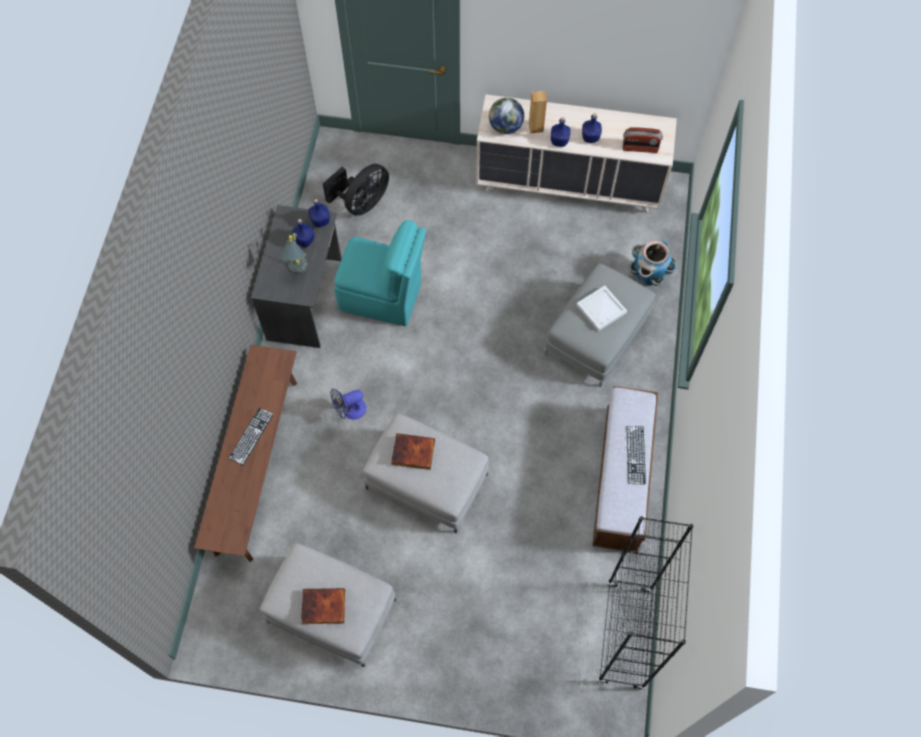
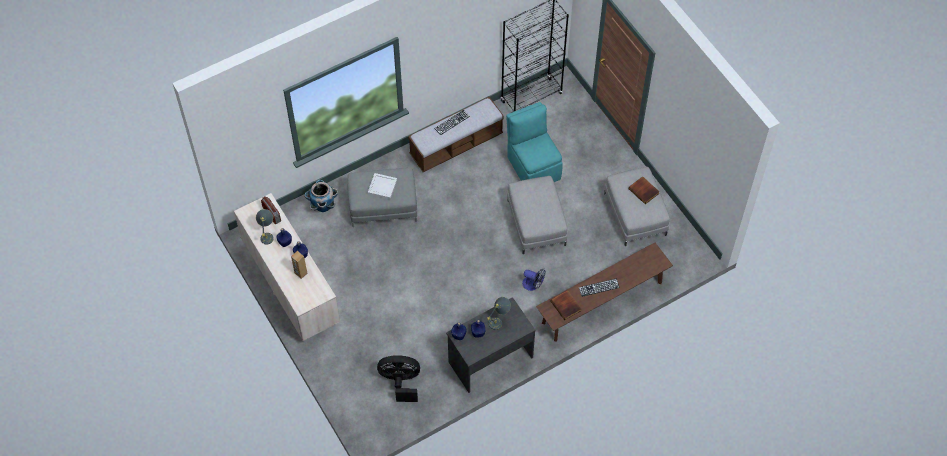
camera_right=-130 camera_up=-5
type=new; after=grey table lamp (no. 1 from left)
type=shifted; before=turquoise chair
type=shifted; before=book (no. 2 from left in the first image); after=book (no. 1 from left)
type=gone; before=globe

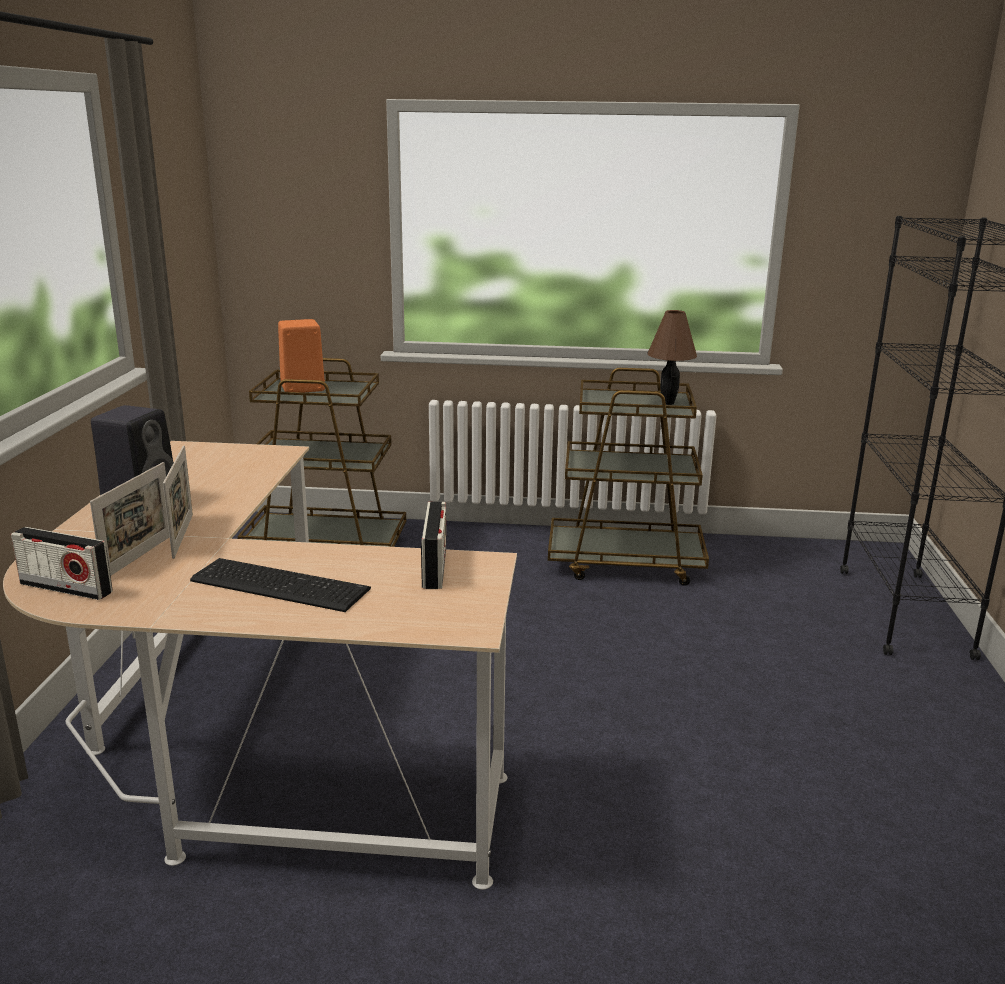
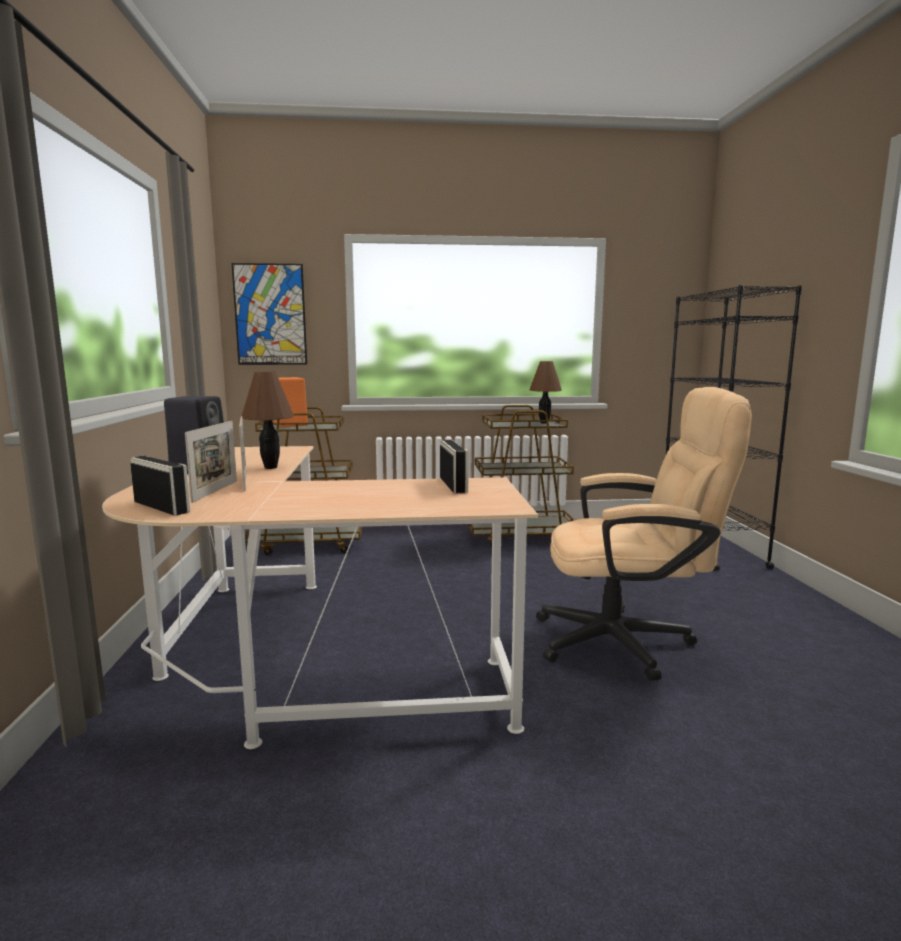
camera_right=-10 camera_up=-10
type=rotated; before=radio (no. 1 from left); turn=-150
type=new; after=picture
type=new; after=brown table lamp (no. 1 from left)
type=new; after=beige office chair
type=gone; before=keyboard

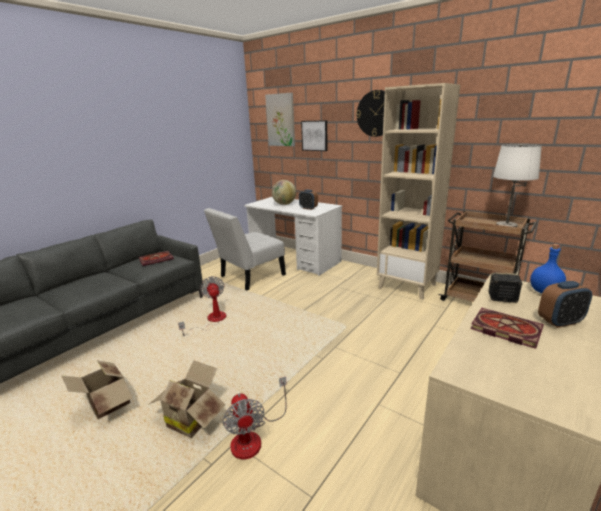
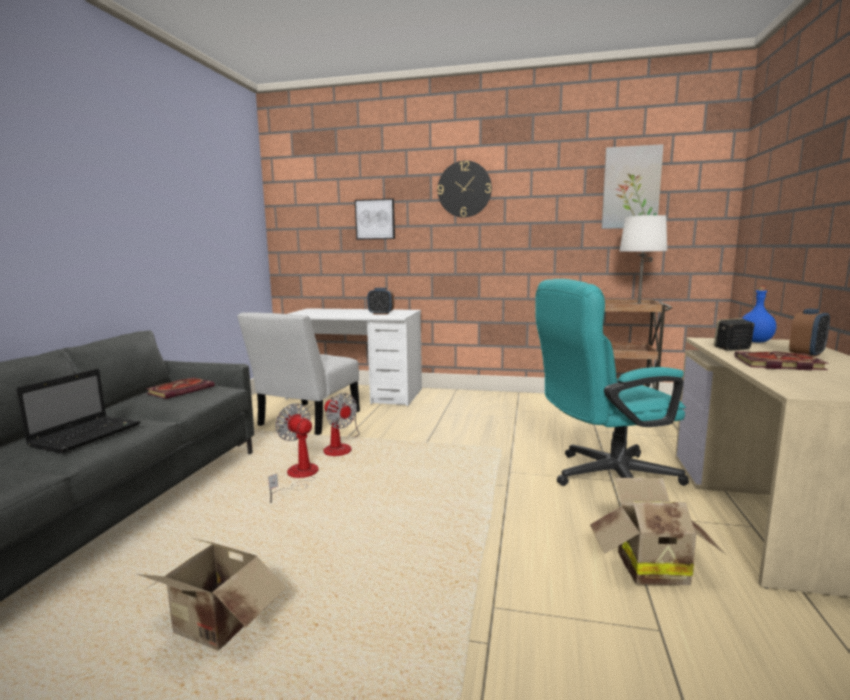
camera_right=-25 camera_up=-10
type=new; after=laptop
type=shifted; before=fan (no. 2 from left)
type=new; after=turquoise office chair
type=shifted; before=cardboard box (no. 2 from left)
type=shifted; before=picture (no. 1 from left in the first image); after=picture (no. 2 from left)
type=gone; before=globe
type=gone; before=beige bookcase

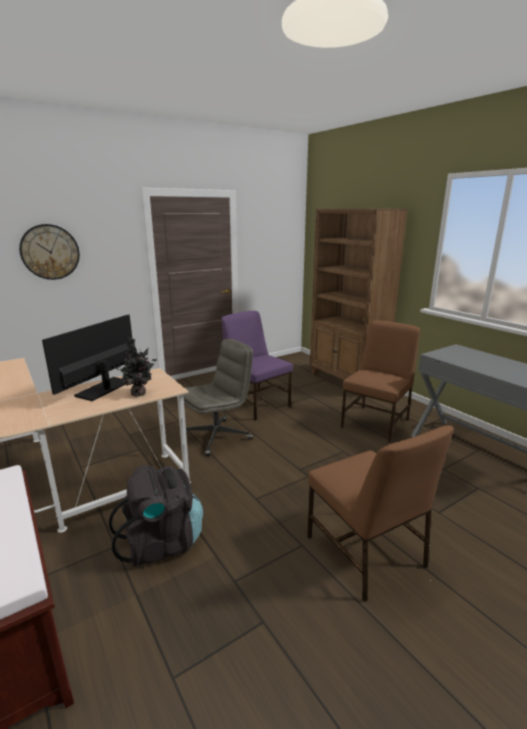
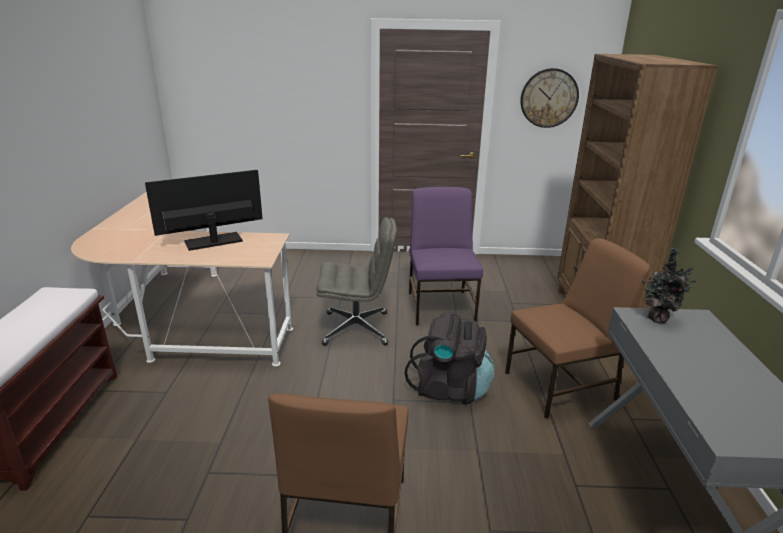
camera_right=35 camera_up=5
type=shifted; before=black backpack
type=shifted; before=wall clock
type=shifted; before=potted plant

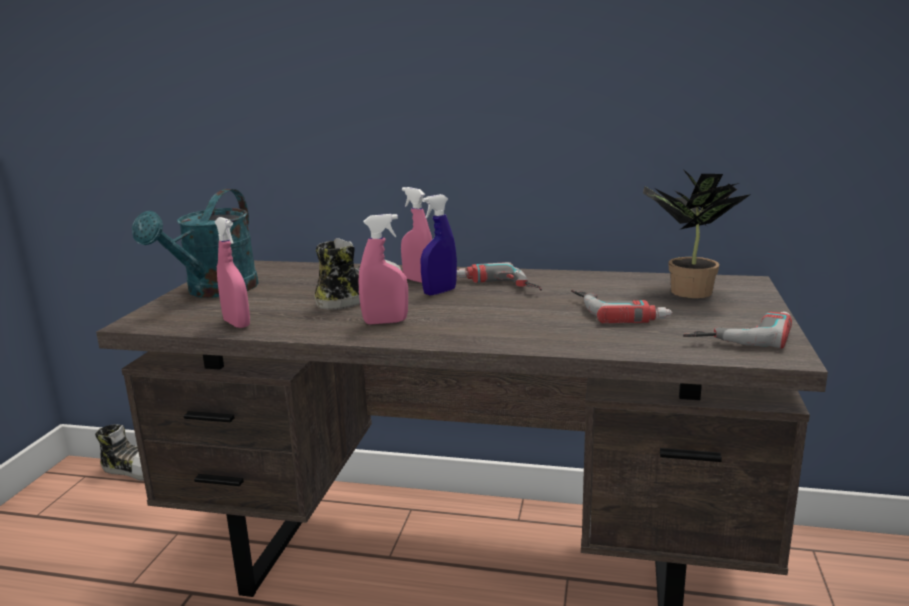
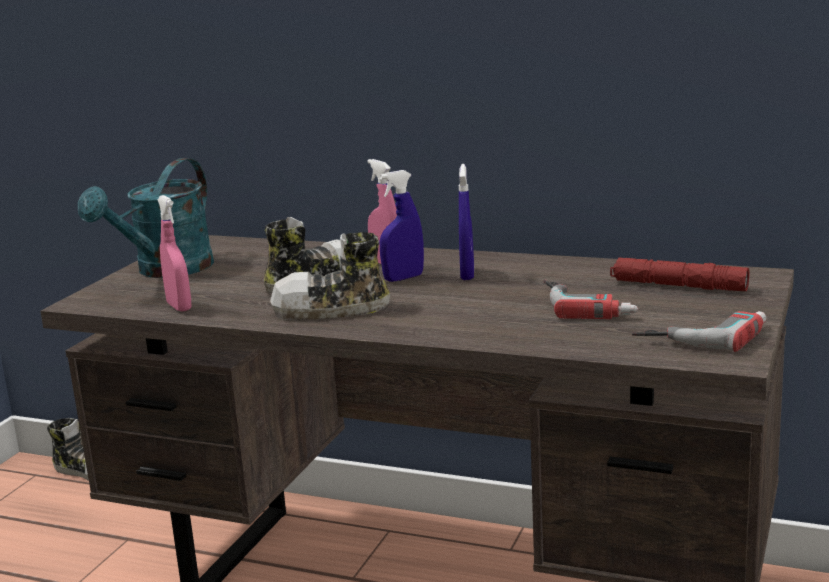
camera_right=10 camera_up=0
type=swapped; before=pink spray bottle (no. 2 from left); after=shoe (no. 3 from left)
type=swapped; before=power drill (no. 1 from left); after=blue spray bottle (no. 2 from left)
type=swapped; before=potted plant; after=red flashlight

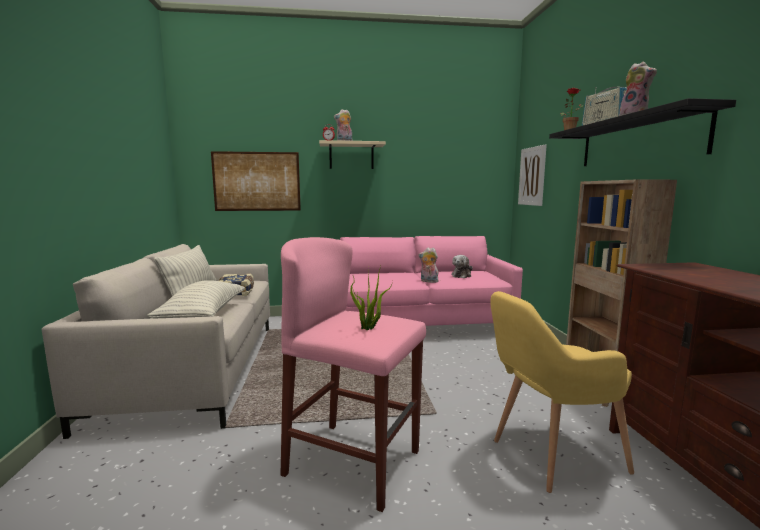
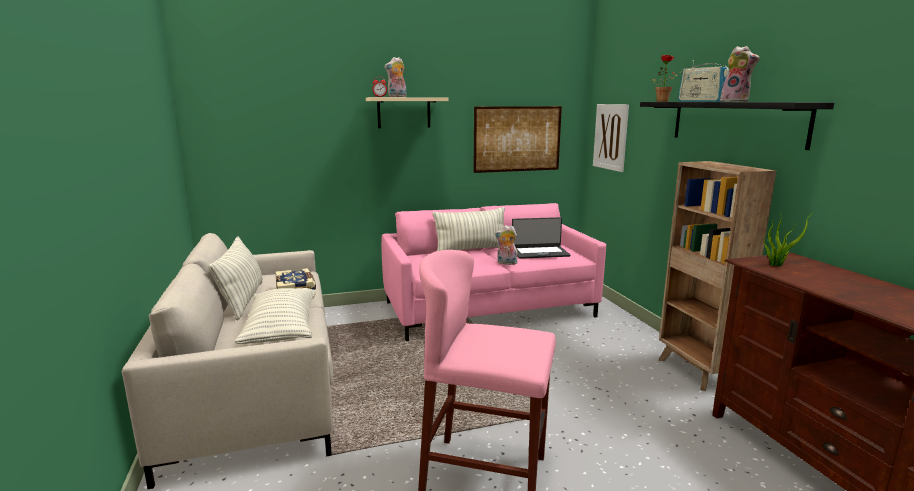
camera_right=-10 camera_up=5
type=new; after=pillow (no. 3 from left)
type=shifted; before=picture (no. 1 from left)
type=swapped; before=plush toy (no. 3 from left); after=laptop
type=shifted; before=potted plant (no. 1 from left in the first image); after=potted plant (no. 2 from left)
type=gone; before=yellow armchair

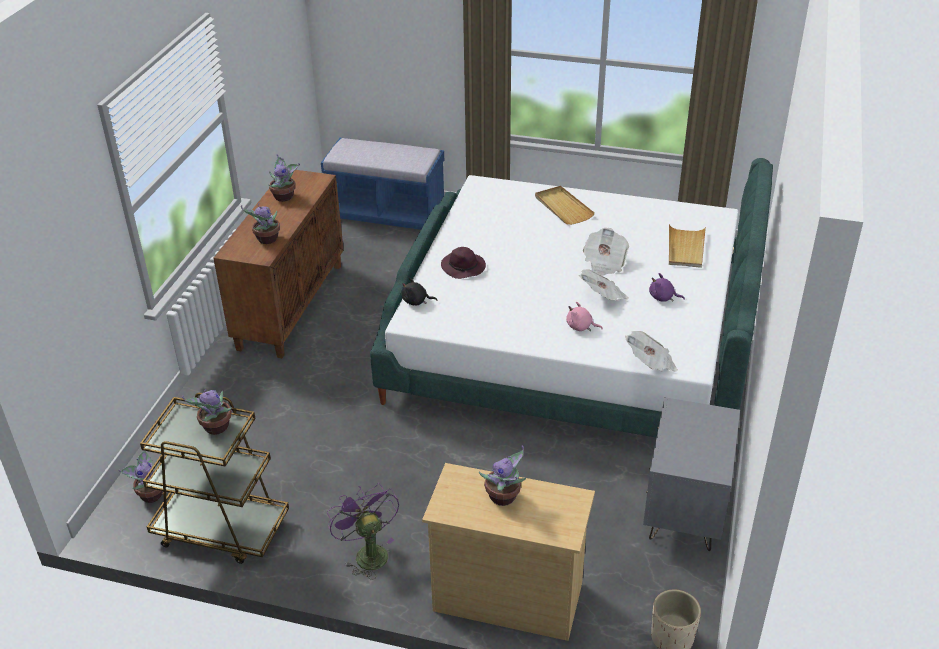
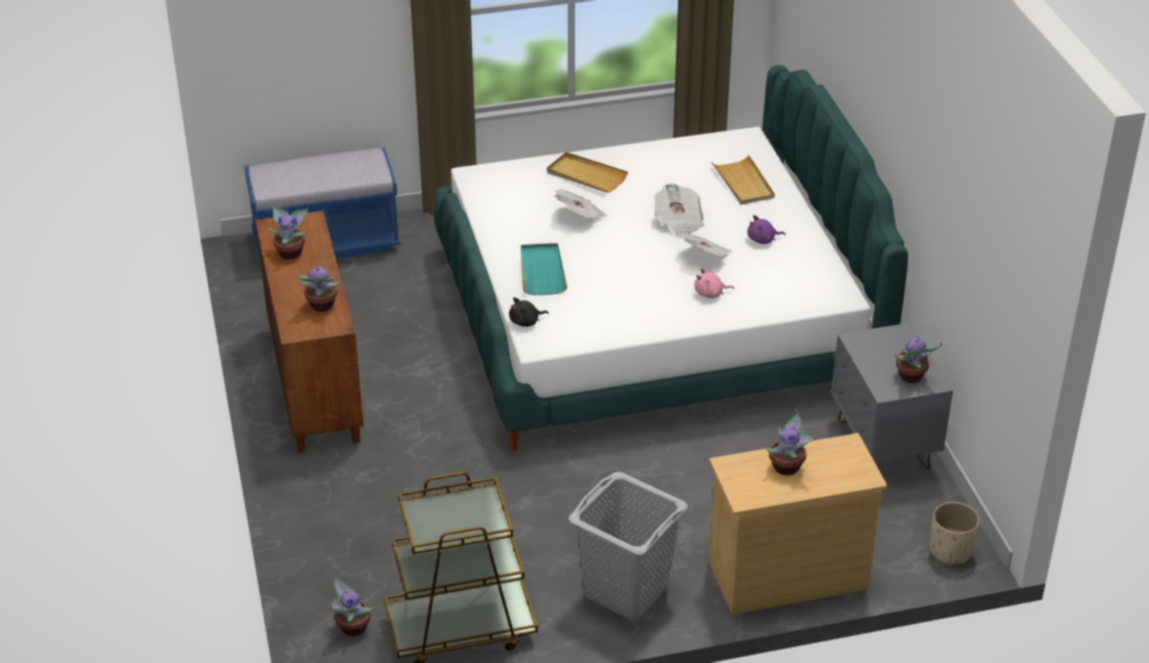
camera_right=-30 camera_up=0
type=swapped; before=purple hat; after=turquoise tray
type=shifted; before=newspaper (no. 3 from left in the first image); after=newspaper (no. 1 from left)
type=swapped; before=purple fan; after=grey laundry basket
type=shifted; before=potted plant (no. 2 from left in the first image); after=potted plant (no. 5 from left)

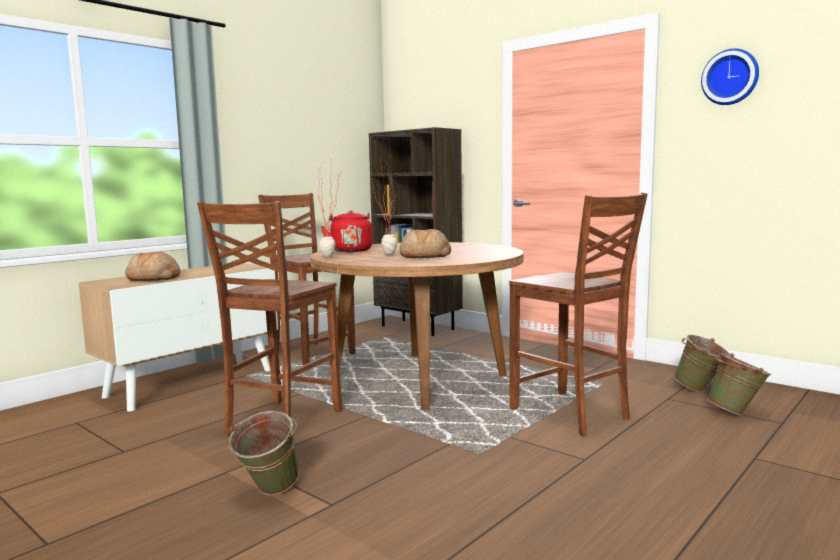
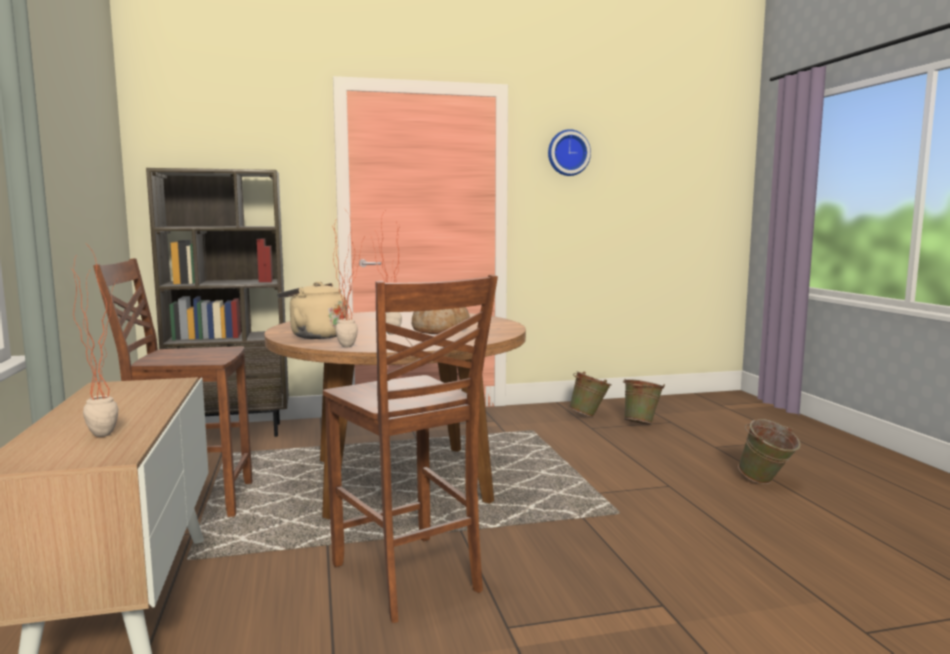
camera_right=-55 camera_up=0
type=swapped; before=bread (no. 1 from left); after=potted plant (no. 1 from left)
type=repainted; before=red kettle; after=beige kettle
type=shifted; before=green bucket (no. 1 from left in the first image); after=green bucket (no. 3 from left)
type=gone; before=brown chair (no. 3 from left)

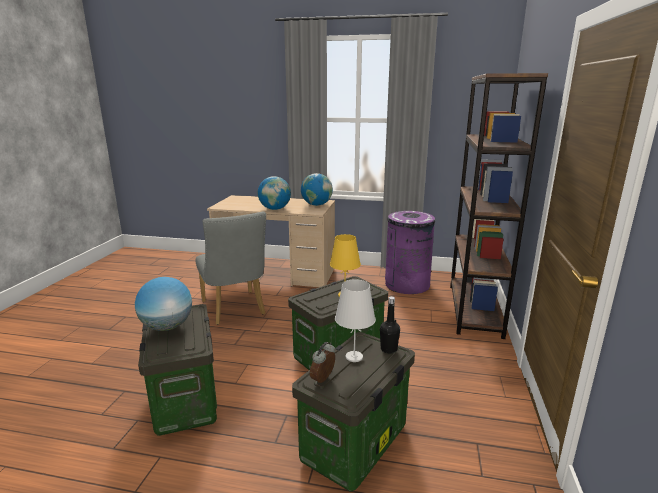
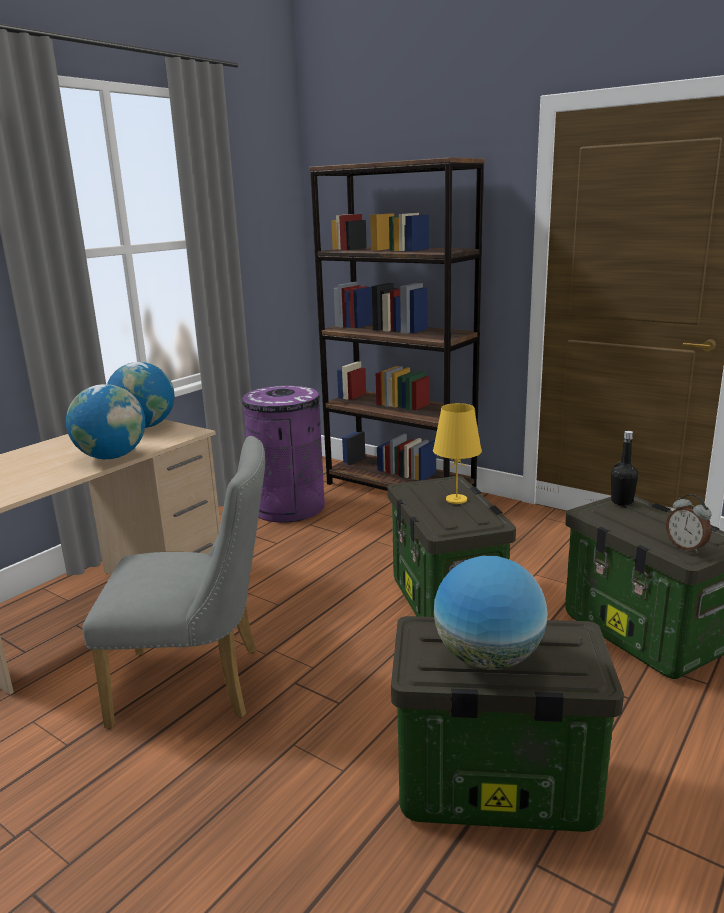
camera_right=-65 camera_up=0
type=gone; before=white table lamp

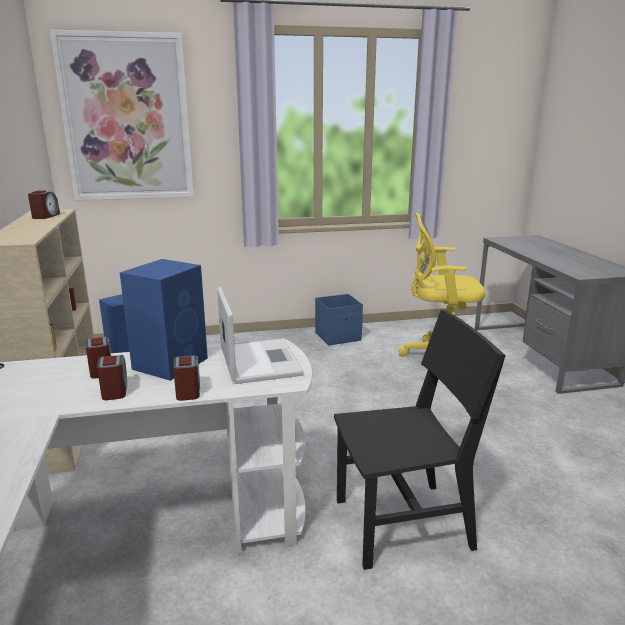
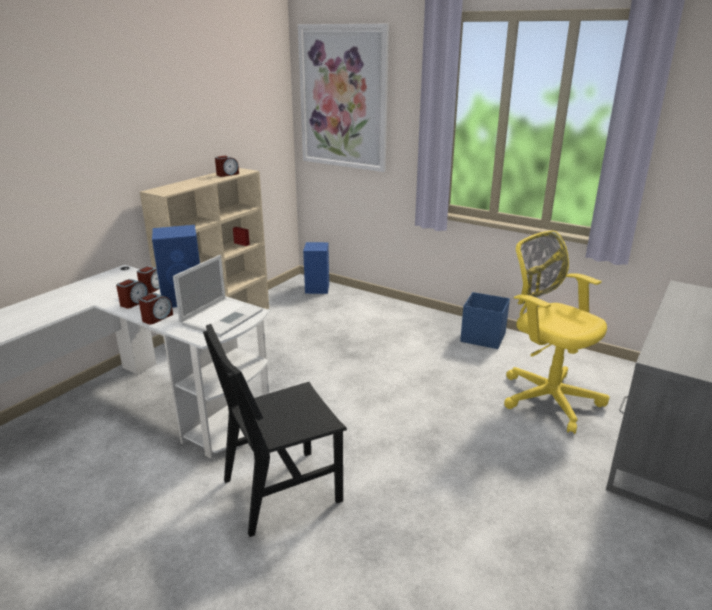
camera_right=45 camera_up=5
type=rotated; before=black chair; turn=120

